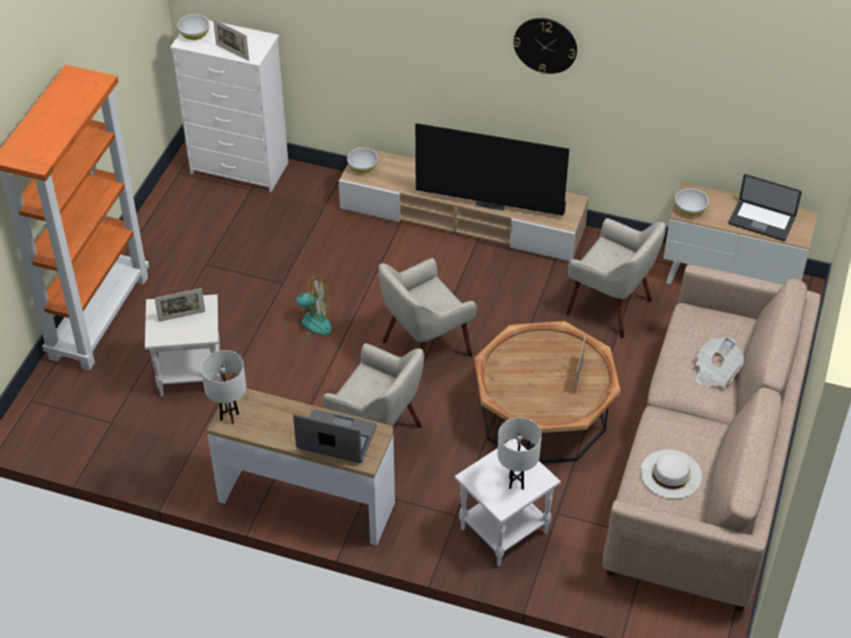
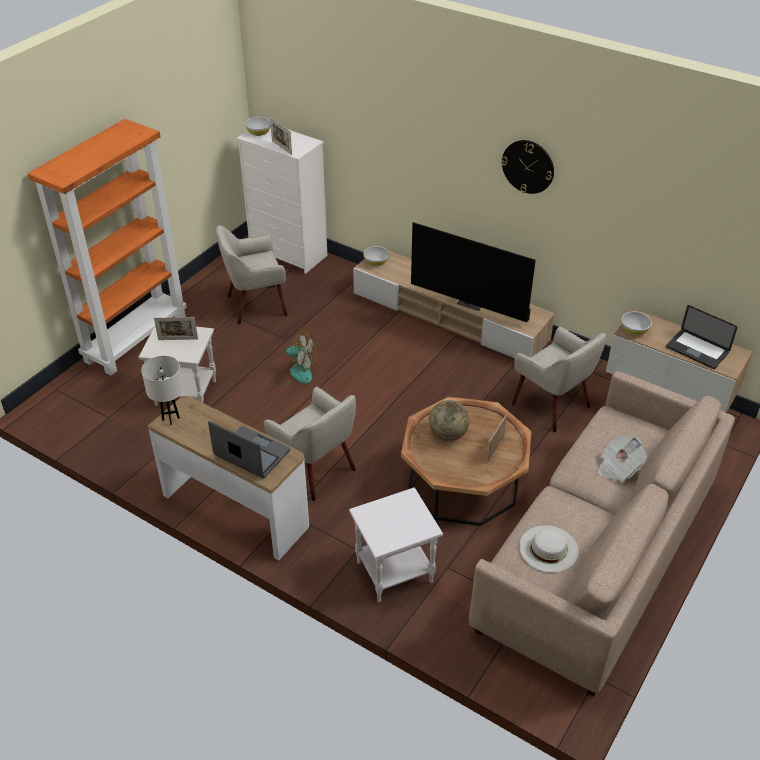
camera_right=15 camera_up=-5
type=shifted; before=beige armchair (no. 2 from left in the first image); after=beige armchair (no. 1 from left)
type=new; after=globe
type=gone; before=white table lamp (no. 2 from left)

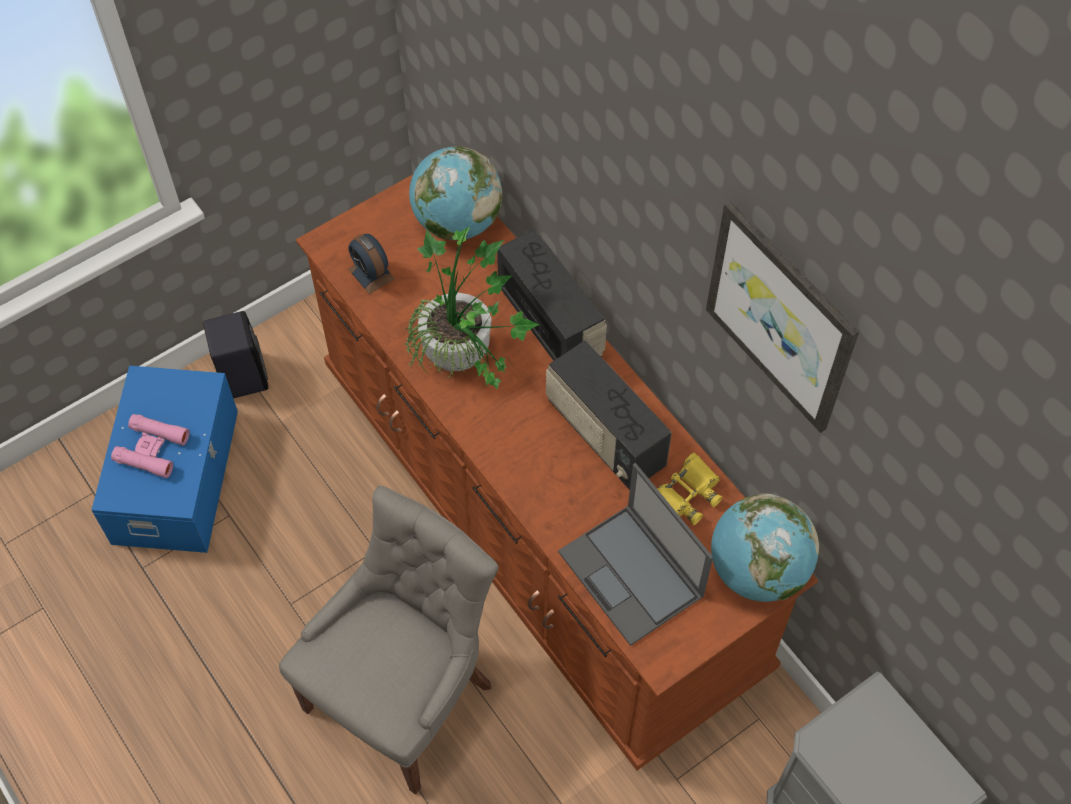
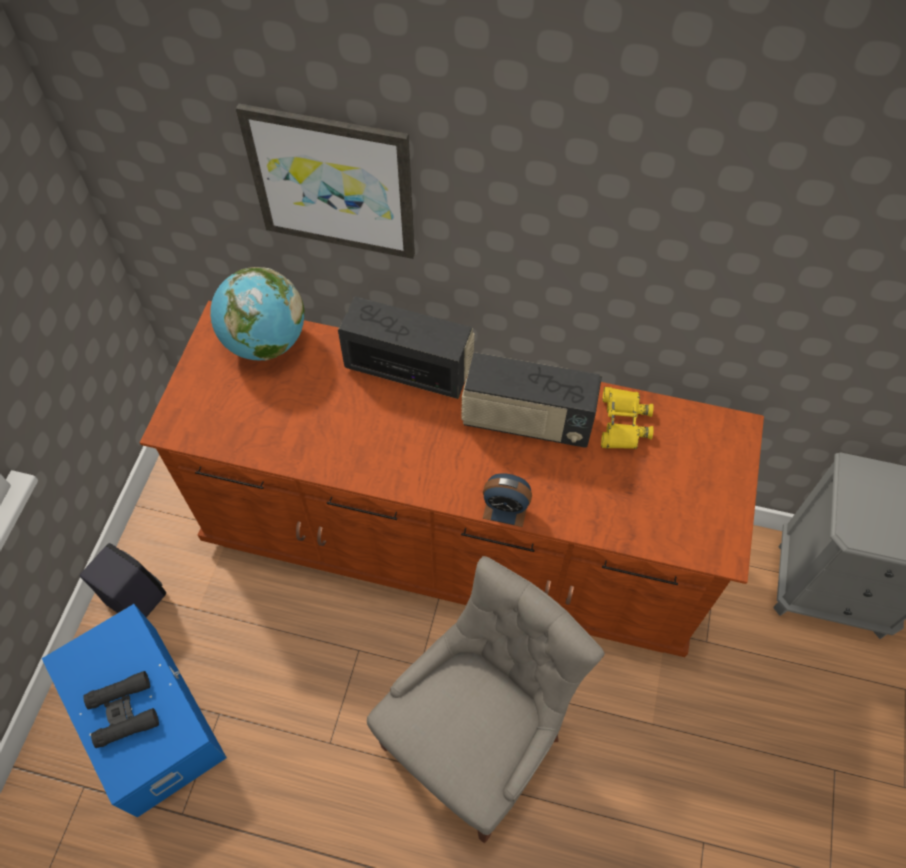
camera_right=-40 camera_up=0
type=repainted; before=pink binoculars; after=black binoculars
type=shifted; before=picture
type=rotated; before=grey chair; turn=45
type=shifted; before=alarm clock
type=gone; before=potted plant
type=gone; before=laptop
type=gone; before=globe (no. 2 from left)

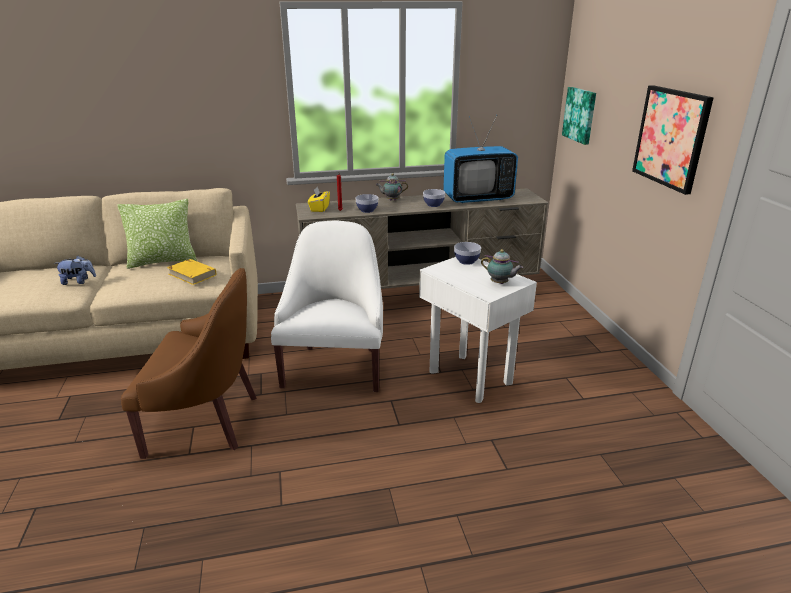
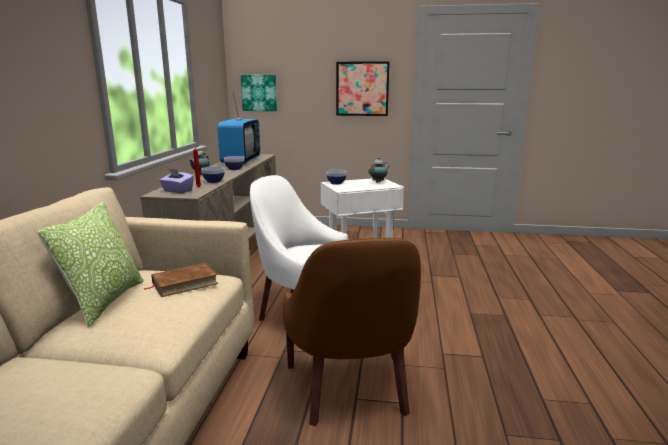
camera_right=-70 camera_up=-10
type=repainted; before=yellow book; after=brown book
type=repainted; before=yellow tissue box; after=purple tissue box
type=rotated; before=brown armchair; turn=150
type=gone; before=plush toy

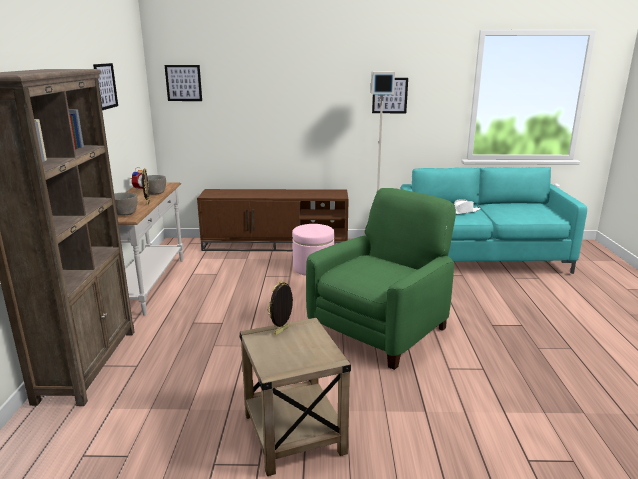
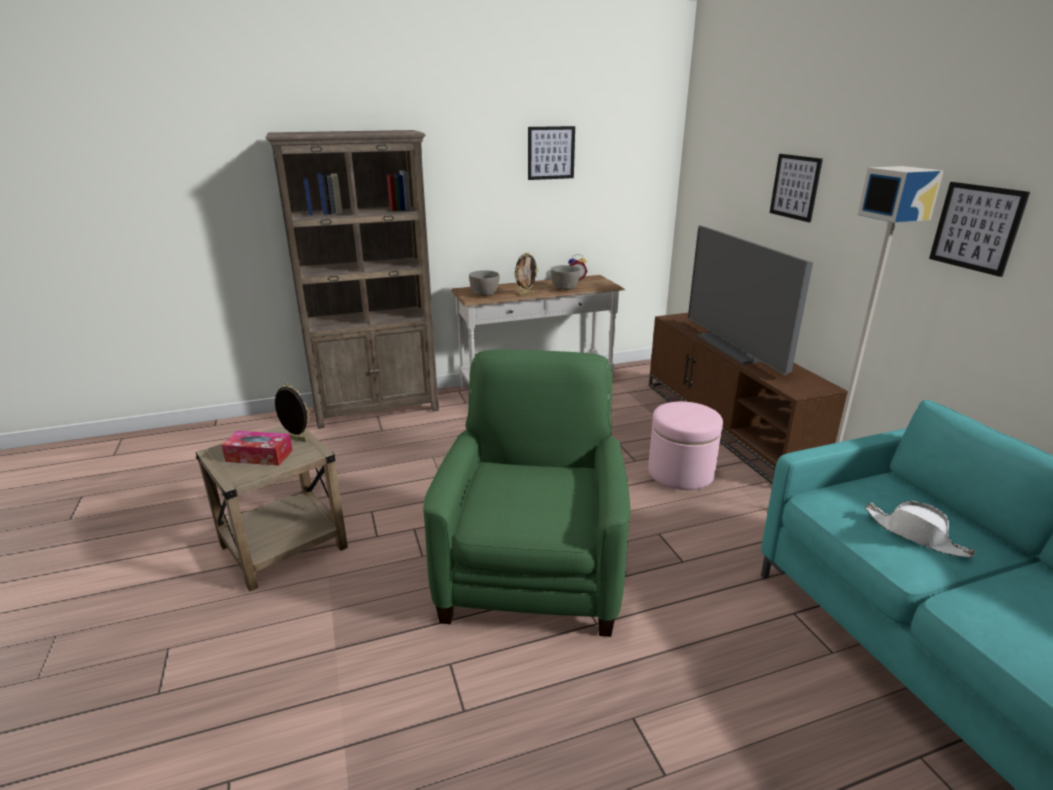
camera_right=70 camera_up=5
type=new; after=tissue box
type=rotated; before=green armchair; turn=-105
type=new; after=television
type=shifted; before=picture (no. 2 from left)

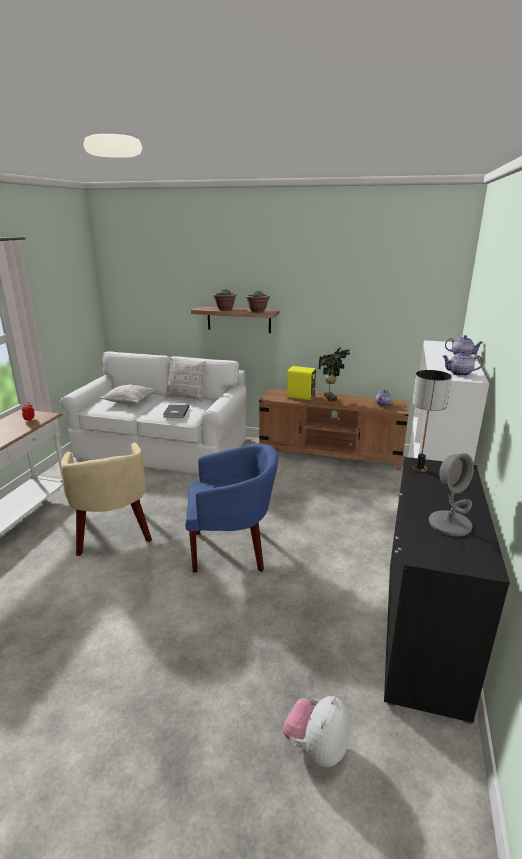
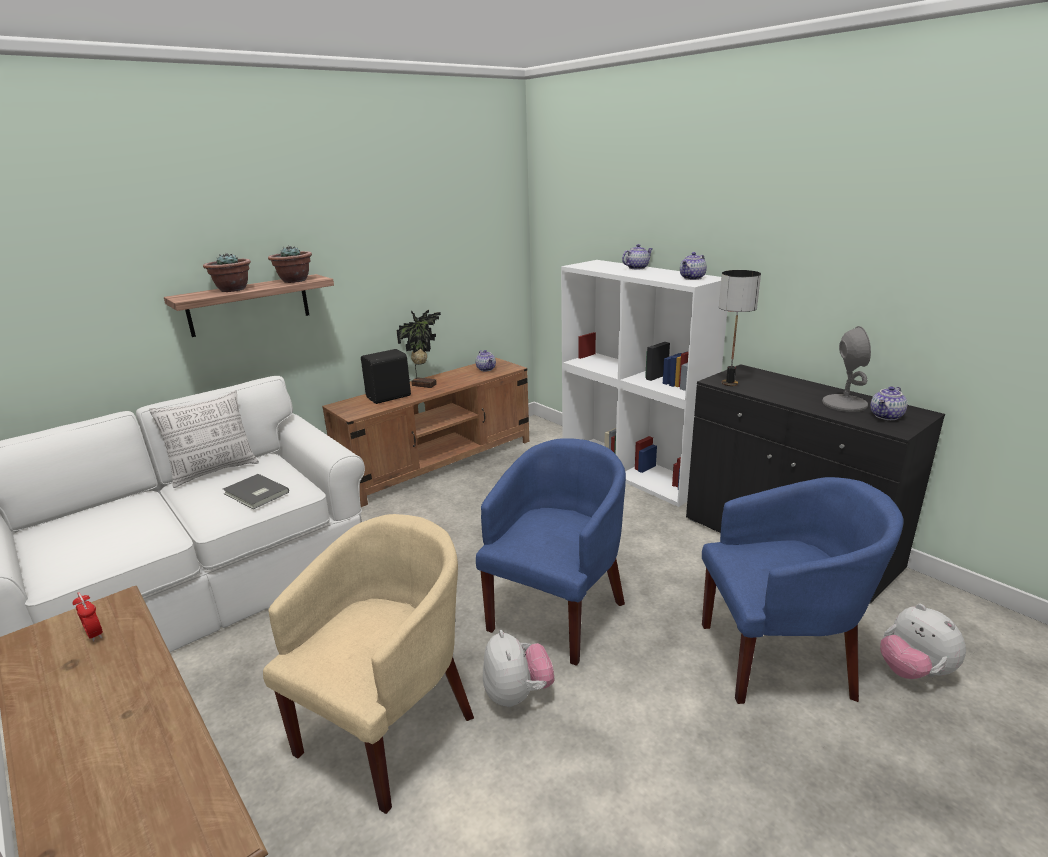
camera_right=-55 camera_up=0
type=rotated; before=beige armchair; turn=-75
type=repainted; before=yellow speaker; after=black speaker
type=new; after=plush toy (no. 1 from left)
type=new; after=blue armchair (no. 2 from left)
type=new; after=teapot (no. 4 from left)
type=gone; before=pillow (no. 1 from left)

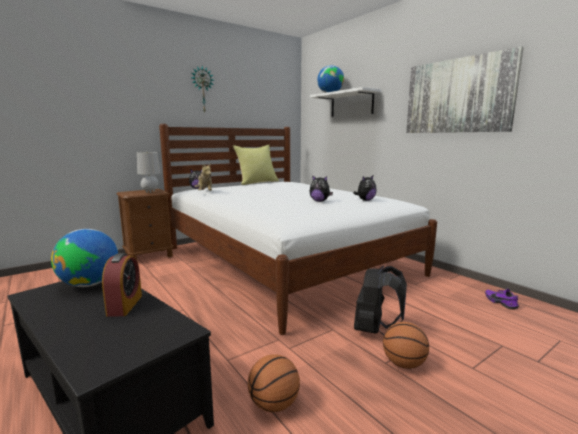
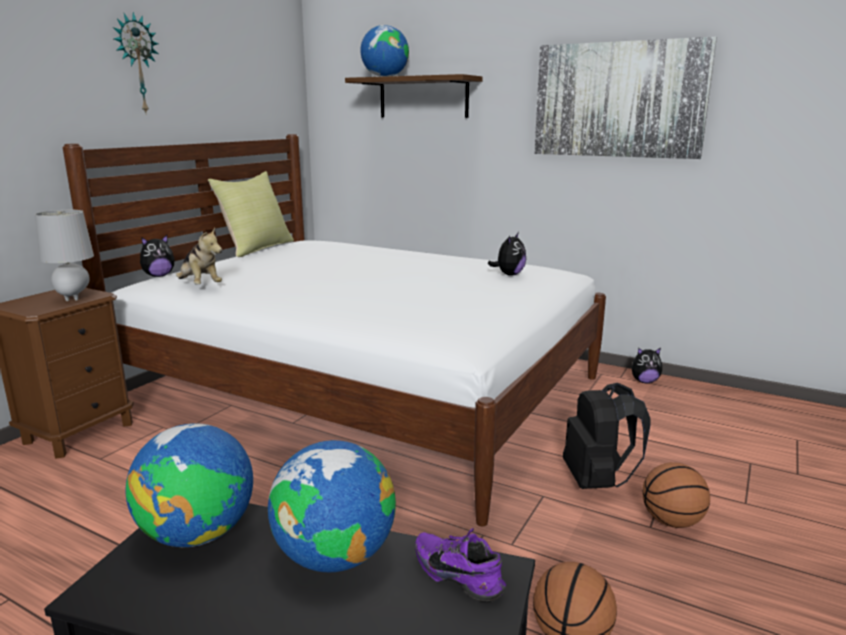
camera_right=-25 camera_up=5
type=swapped; before=alarm clock; after=globe (no. 2 from left)
type=repainted; before=white shelf; after=brown shelf
type=shifted; before=purple shoe
type=shifted; before=plush toy (no. 3 from left in the first image); after=plush toy (no. 4 from left)

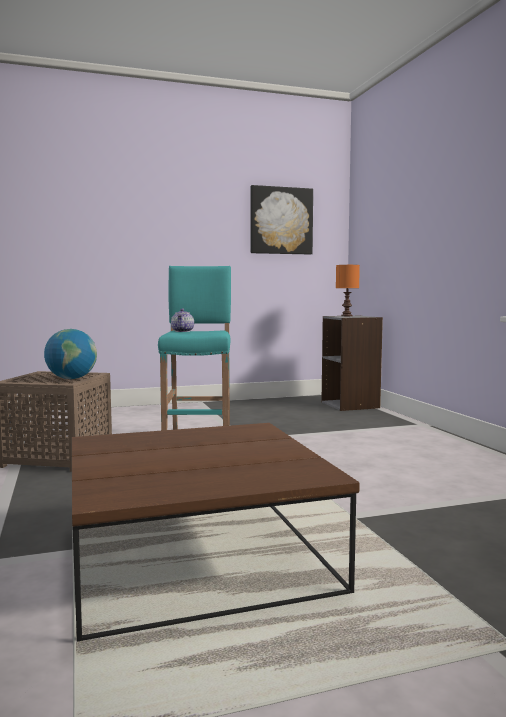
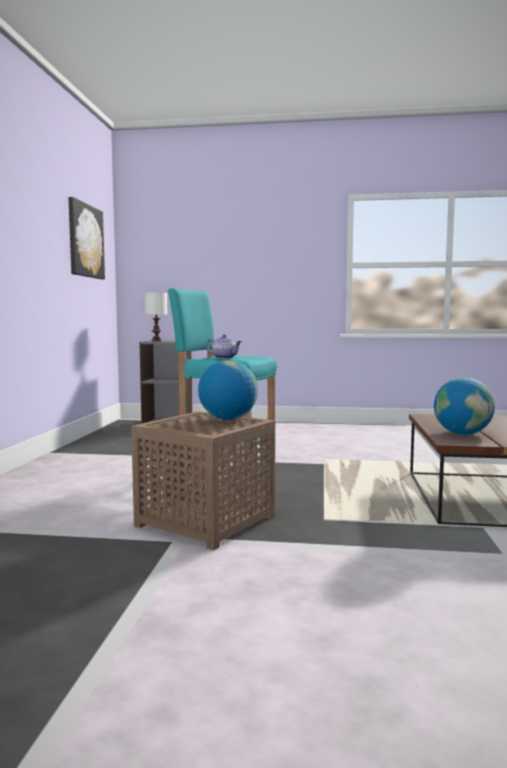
camera_right=-65 camera_up=0
type=repainted; before=orange table lamp; after=white table lamp
type=new; after=globe (no. 2 from left)

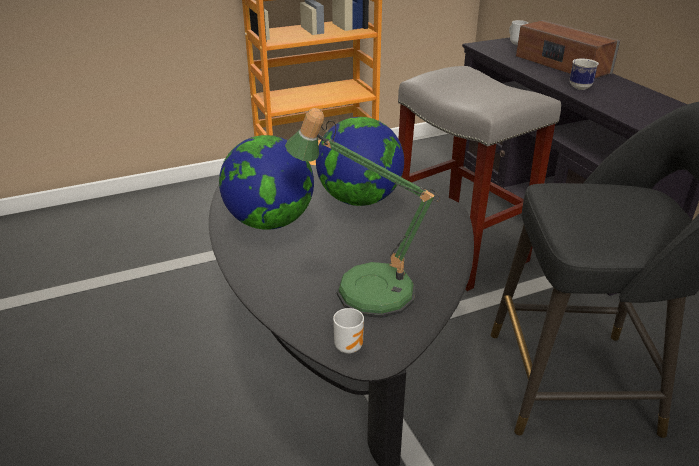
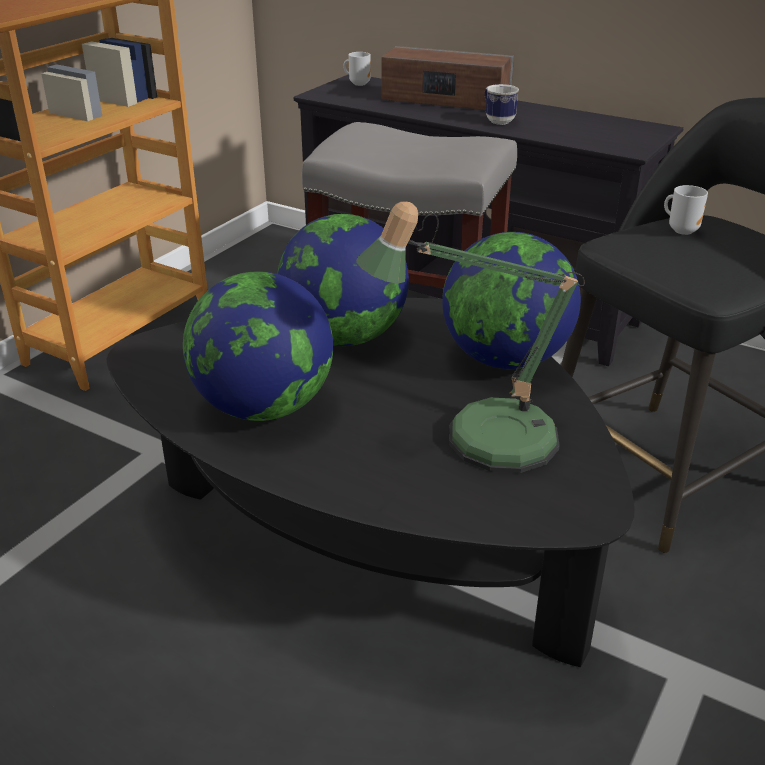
camera_right=-35 camera_up=0
type=new; after=globe (no. 3 from left)
type=shifted; before=mug (no. 1 from left in the first image); after=mug (no. 3 from left)

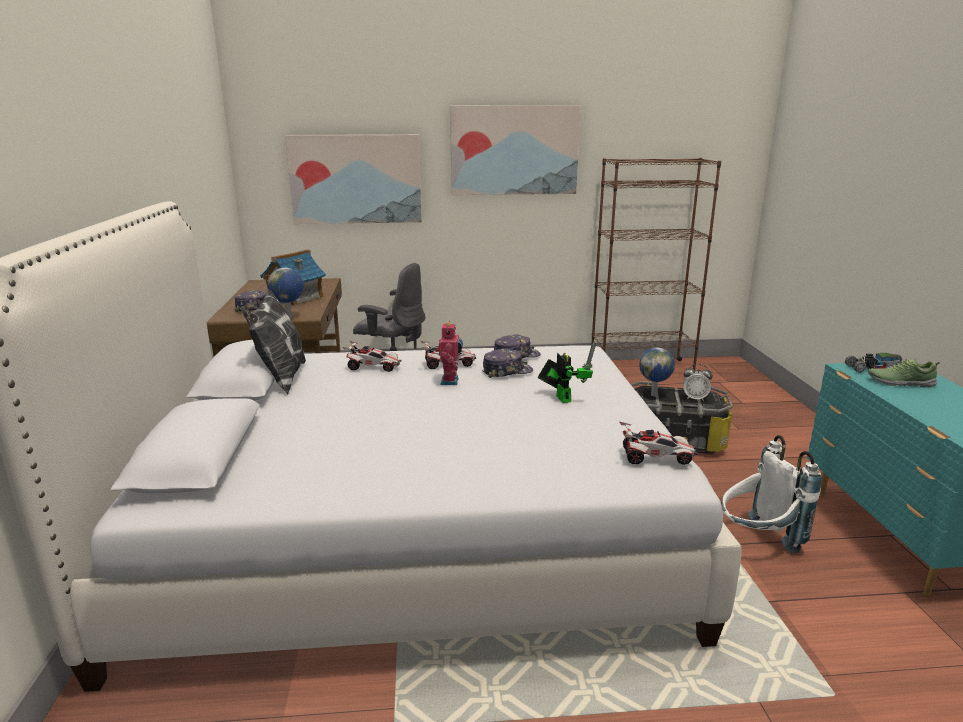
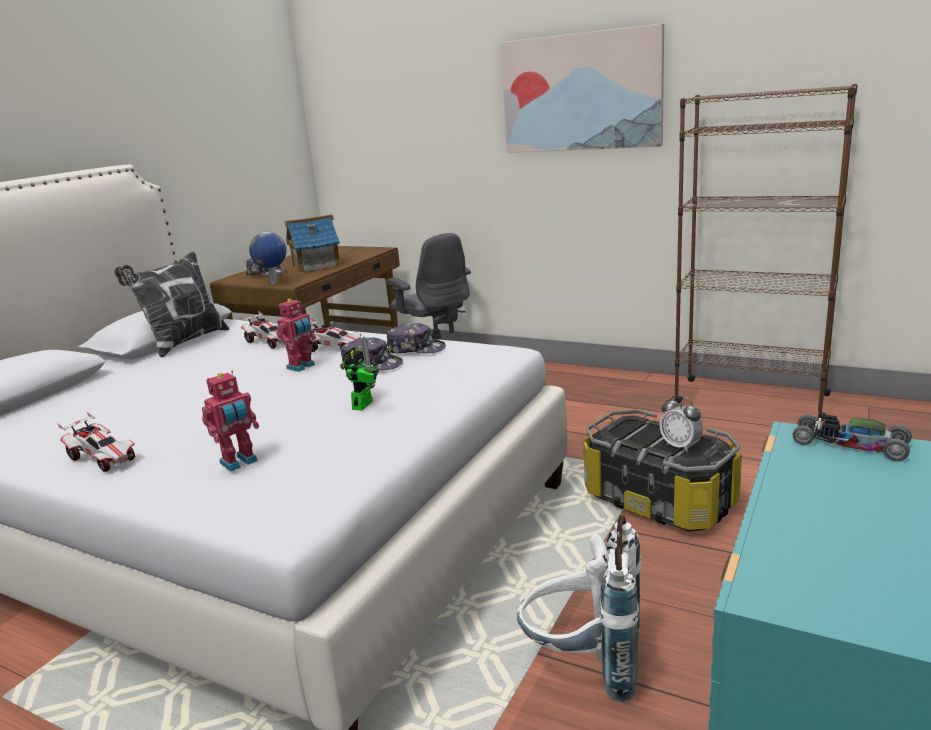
camera_right=35 camera_up=0
type=shifted; before=toy car (no. 3 from left in the first image); after=toy car (no. 1 from left)
type=new; after=toy robot (no. 1 from left)
type=gone; before=picture (no. 1 from left)
type=gone; before=globe (no. 2 from left)
type=gone; before=shoe

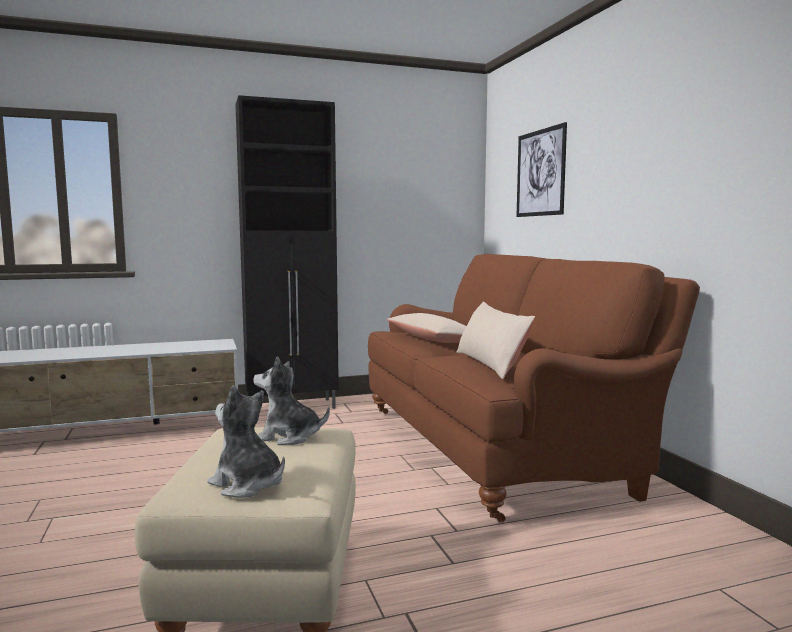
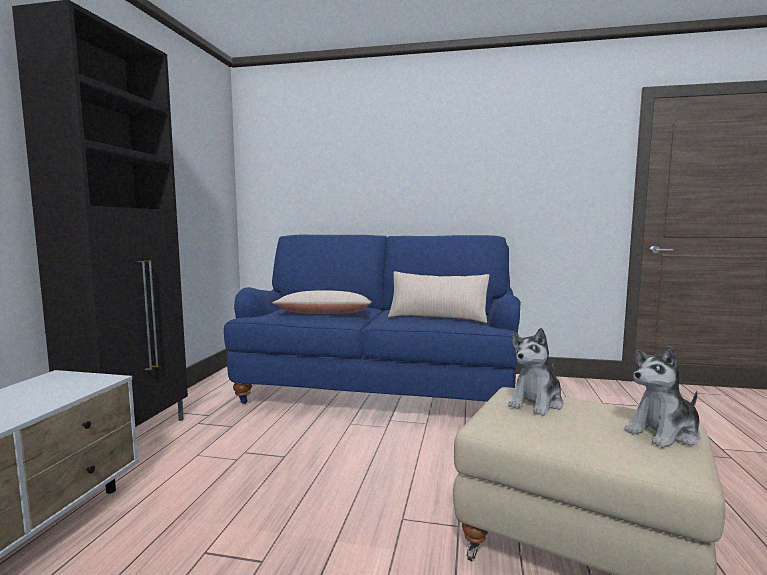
camera_right=-60 camera_up=0
type=repainted; before=brown sofa; after=blue sofa
type=gone; before=picture

